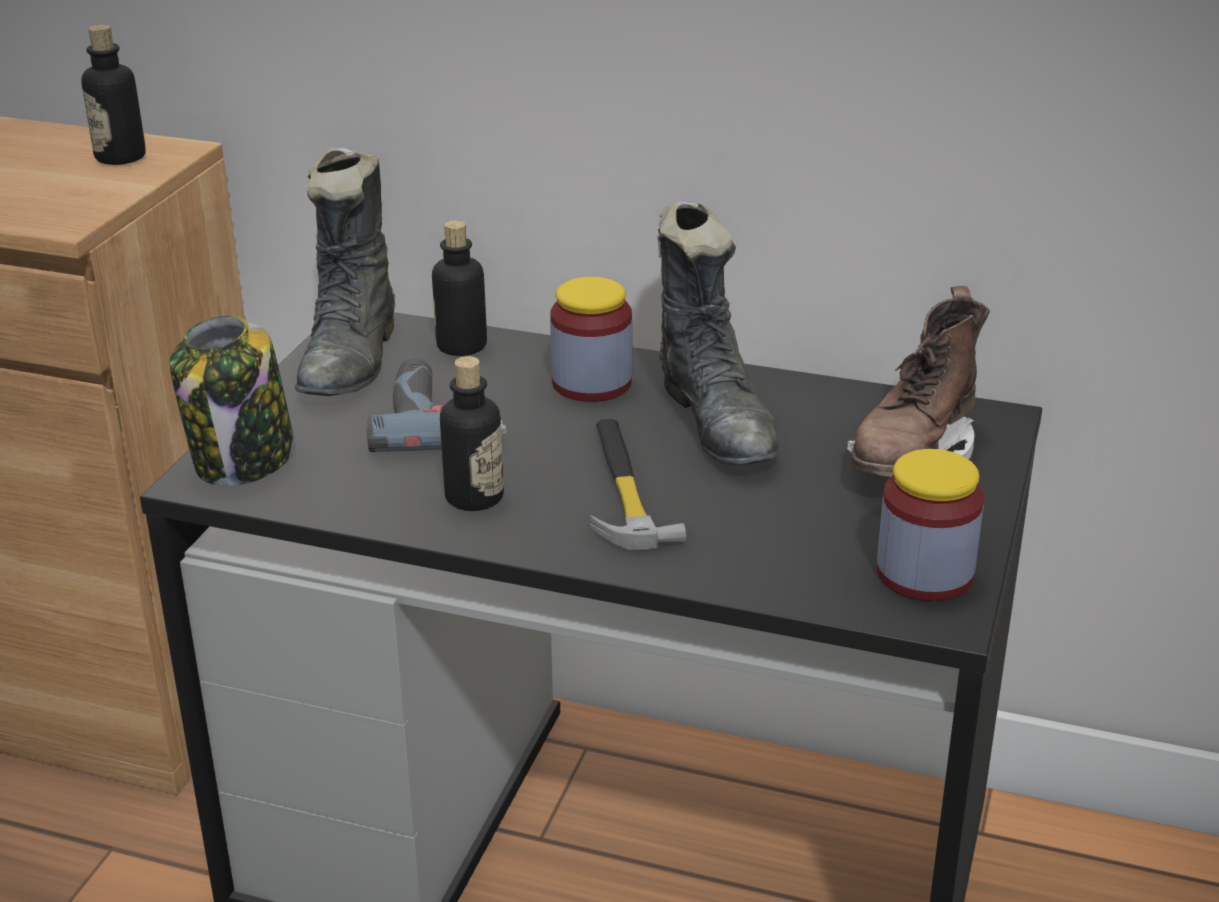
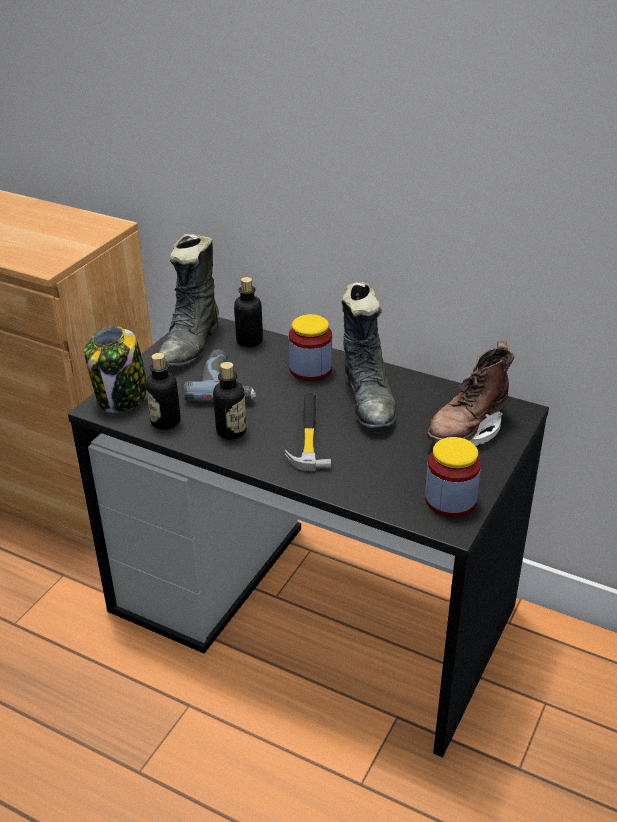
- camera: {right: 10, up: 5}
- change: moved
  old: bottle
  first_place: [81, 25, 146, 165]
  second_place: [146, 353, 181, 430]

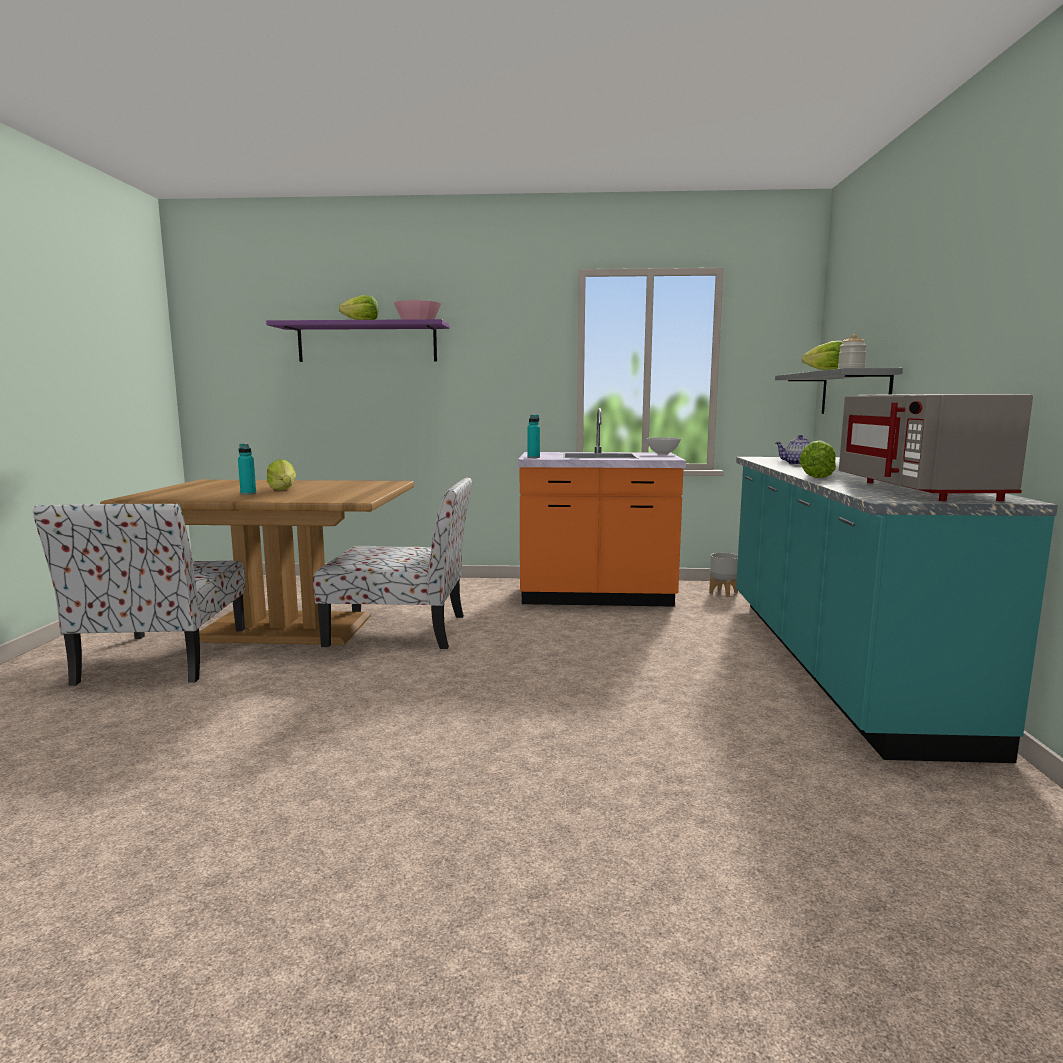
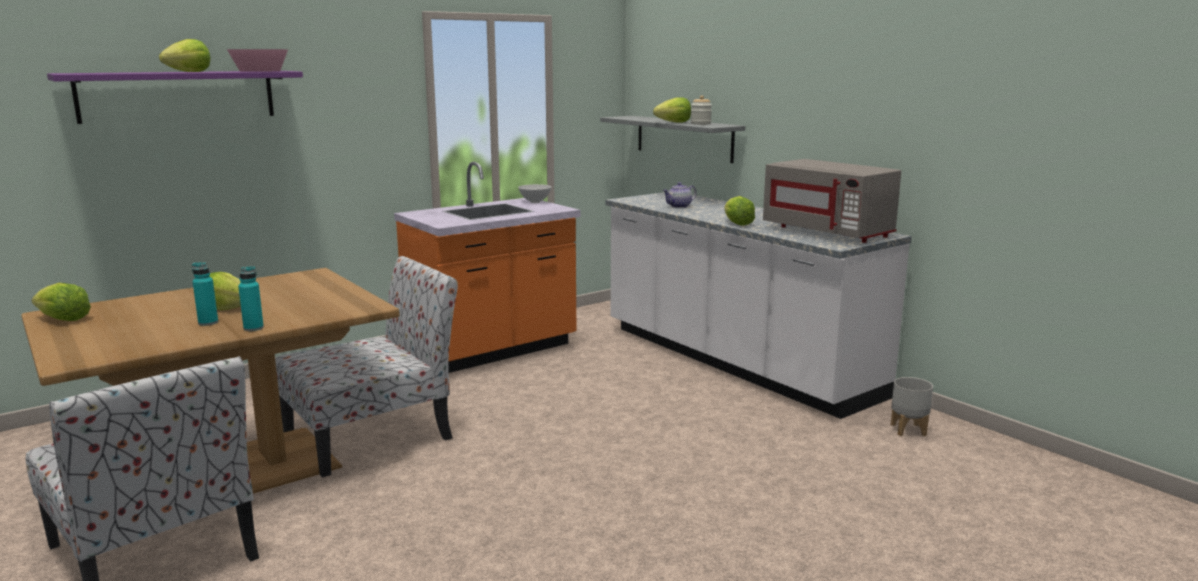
- camera: {right: -40, up: 5}
- change: added
  new: lettuce
  second_place: [32, 283, 91, 321]
- change: moved
  old: turquoise bottle
  first_place: [527, 415, 540, 458]
  second_place: [238, 266, 264, 331]
- change: recoloured
  old: turquoise counter
  new: white counter
  first_place: [736, 457, 1058, 763]
  second_place: [606, 192, 912, 419]
- change: moved
  old: grey planter
  first_place: [709, 553, 738, 597]
  second_place: [891, 377, 933, 436]

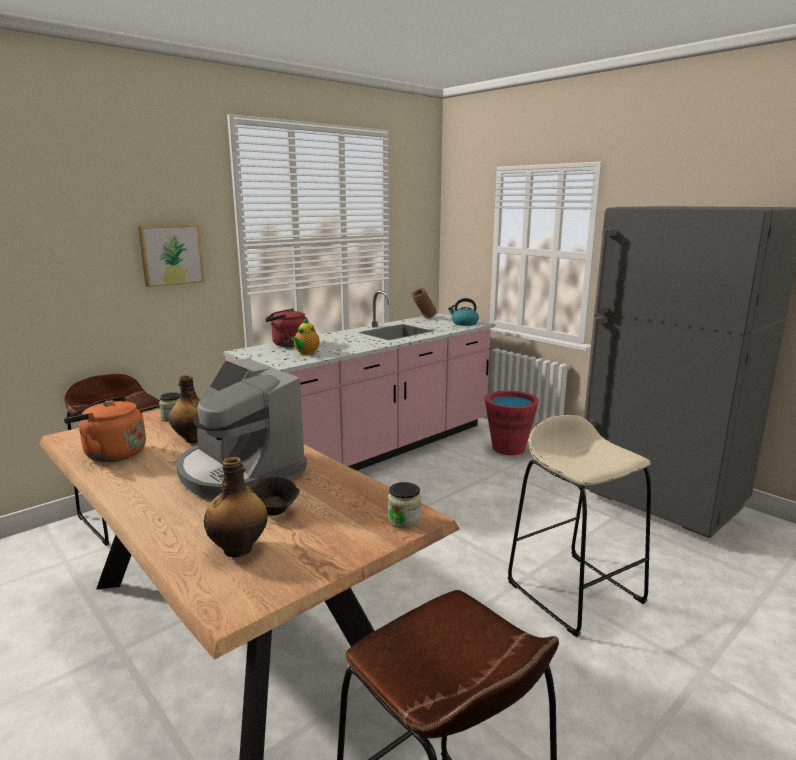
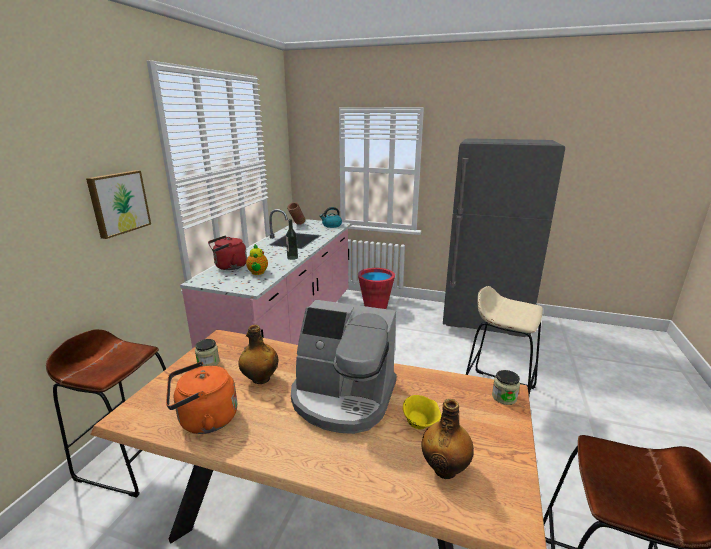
- camera: {right: -30, up: 5}
- change: added
  new: bottle
  second_place: [286, 219, 298, 260]
- change: recoloured
  old: brown bowl
  new: yellow bowl
  first_place: [250, 477, 300, 516]
  second_place: [403, 395, 441, 429]

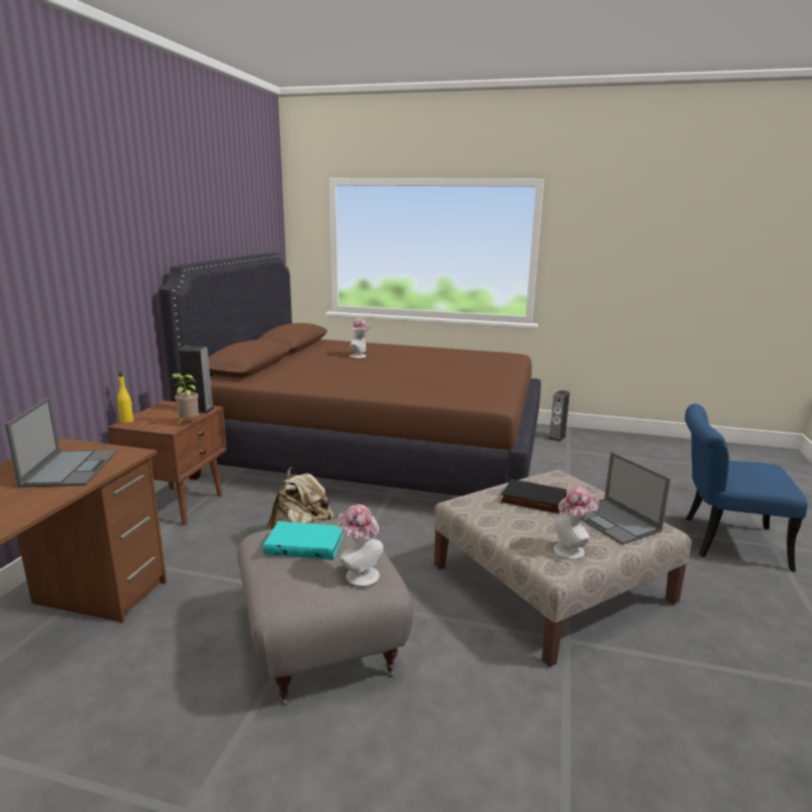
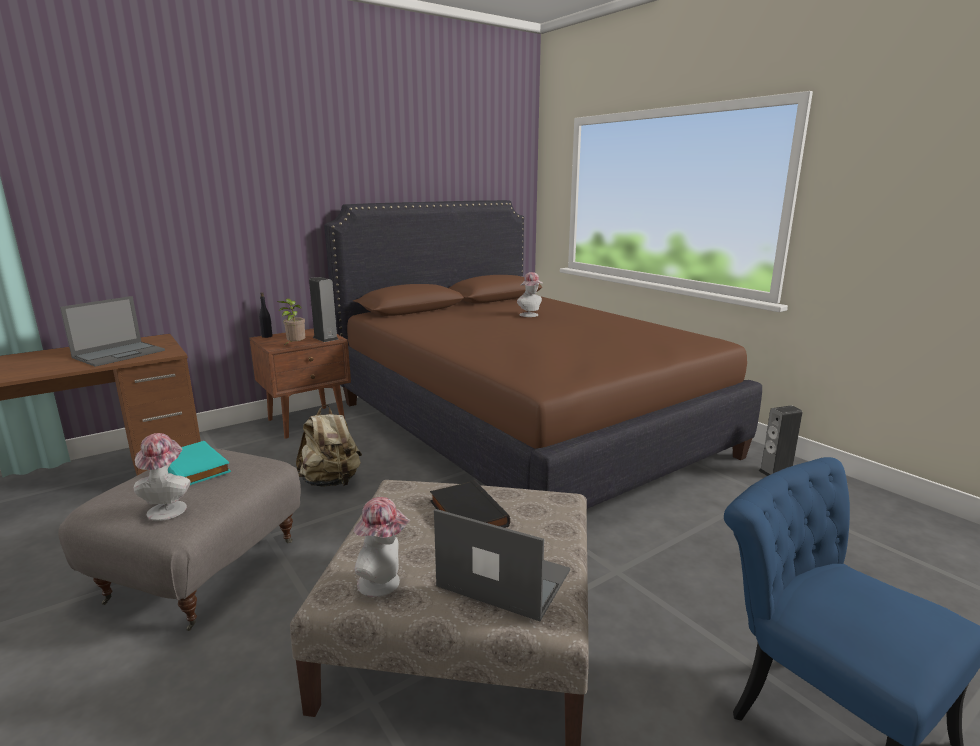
- camera: {right: 40, up: 0}
- change: recoloured
  old: yellow bottle
  new: black bottle
  first_place: [118, 372, 133, 423]
  second_place: [259, 292, 273, 338]
- change: turned
  old: laptop
  first_place: [581, 452, 671, 545]
  second_place: [434, 509, 570, 621]
  degrees: 105

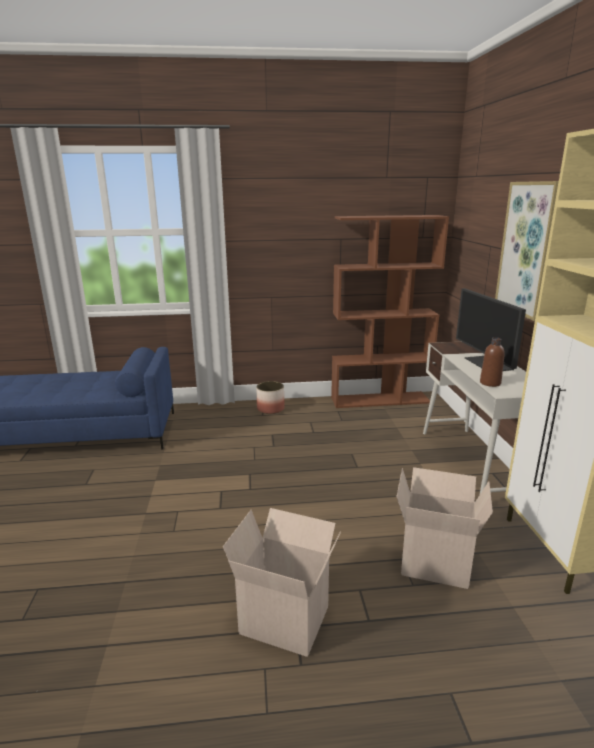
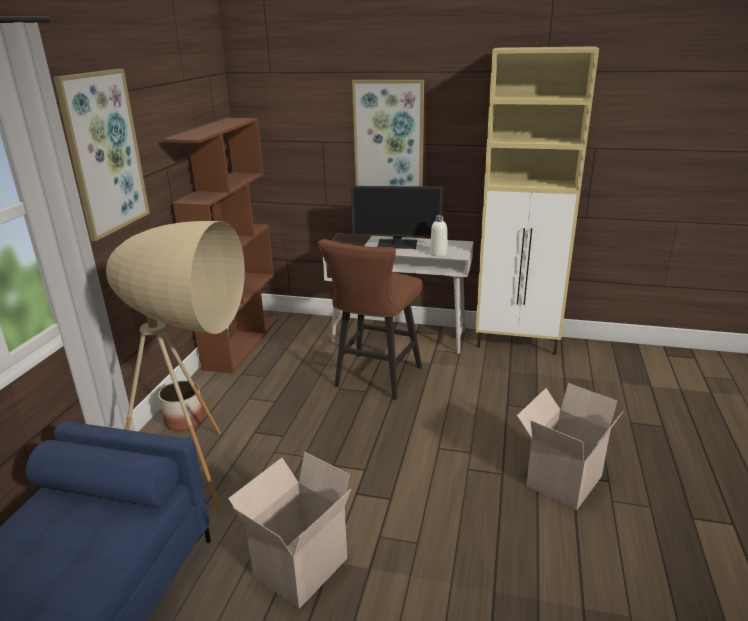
- camera: {right: -70, up: 5}
- change: added
  new: picture
  second_place: [54, 69, 150, 241]
- change: added
  new: beige floor lamp
  second_place: [106, 221, 245, 513]
- change: moved
  old: cardboard box
  first_place: [396, 467, 493, 589]
  second_place: [228, 452, 351, 609]
- change: added
  new: brown stool
  second_place: [318, 239, 422, 400]
- change: recoloured
  old: brown bottle
  new: white bottle
  first_place: [480, 337, 505, 387]
  second_place: [430, 215, 447, 257]

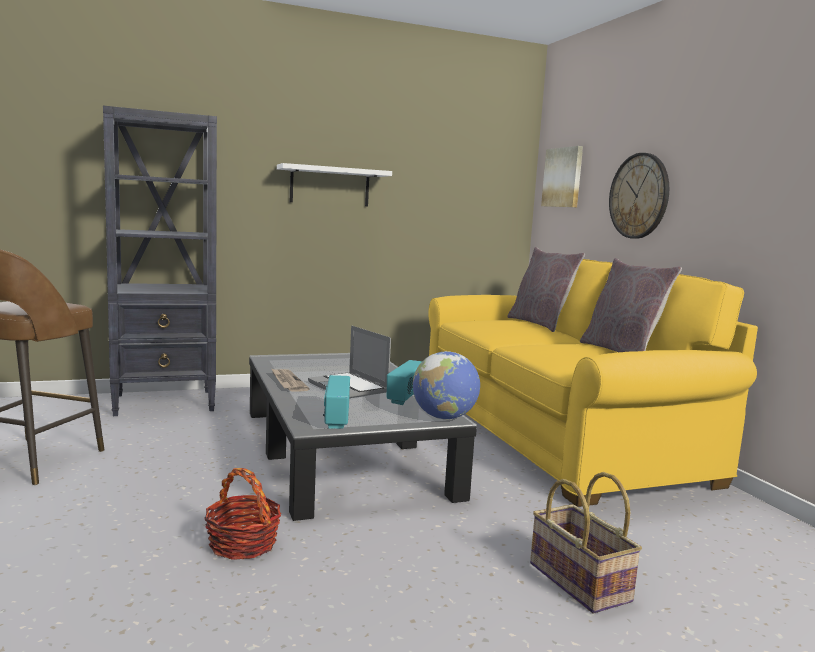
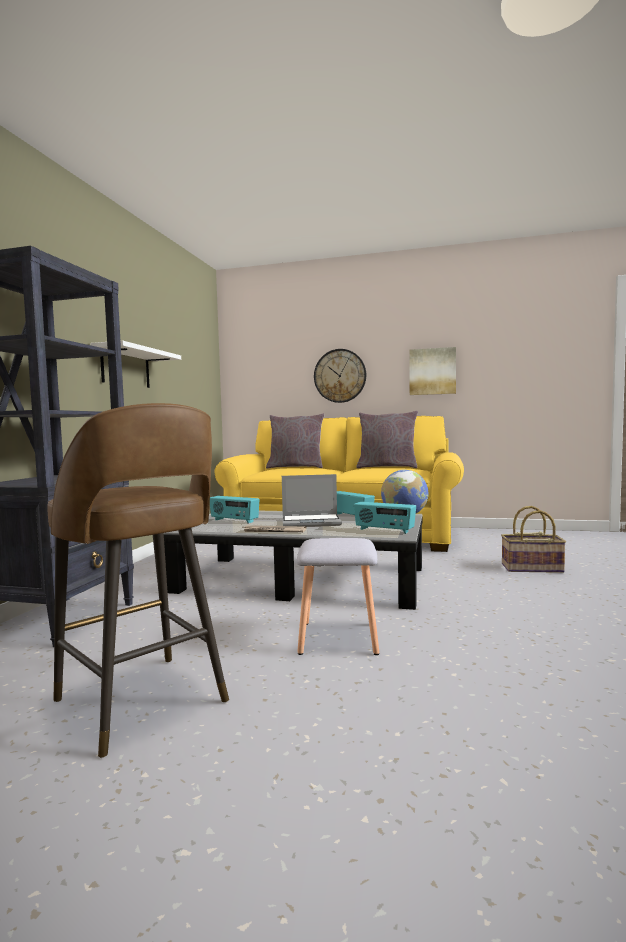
- camera: {right: -55, up: -5}
- change: added
  new: radio
  second_place: [210, 496, 259, 524]
- change: added
  new: grey stool
  second_place: [297, 538, 379, 655]
- change: moved
  old: picture
  first_place: [541, 146, 583, 207]
  second_place: [409, 347, 456, 395]
- change: removed
  old: basket
  first_place: [204, 468, 281, 560]

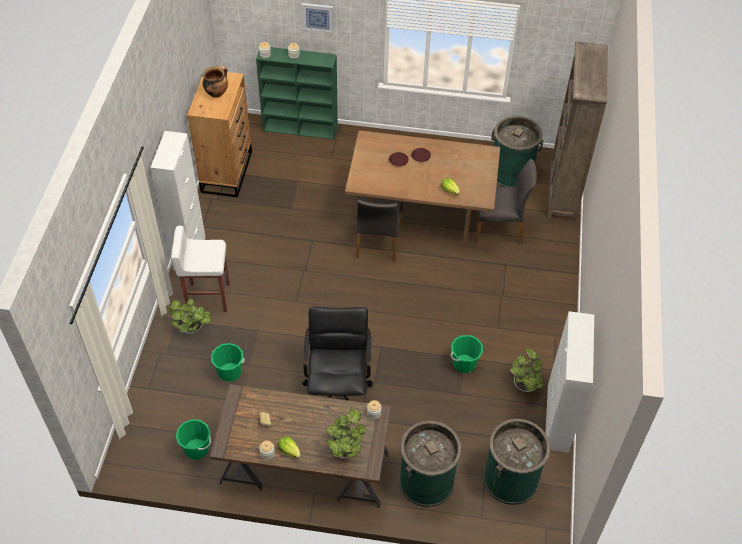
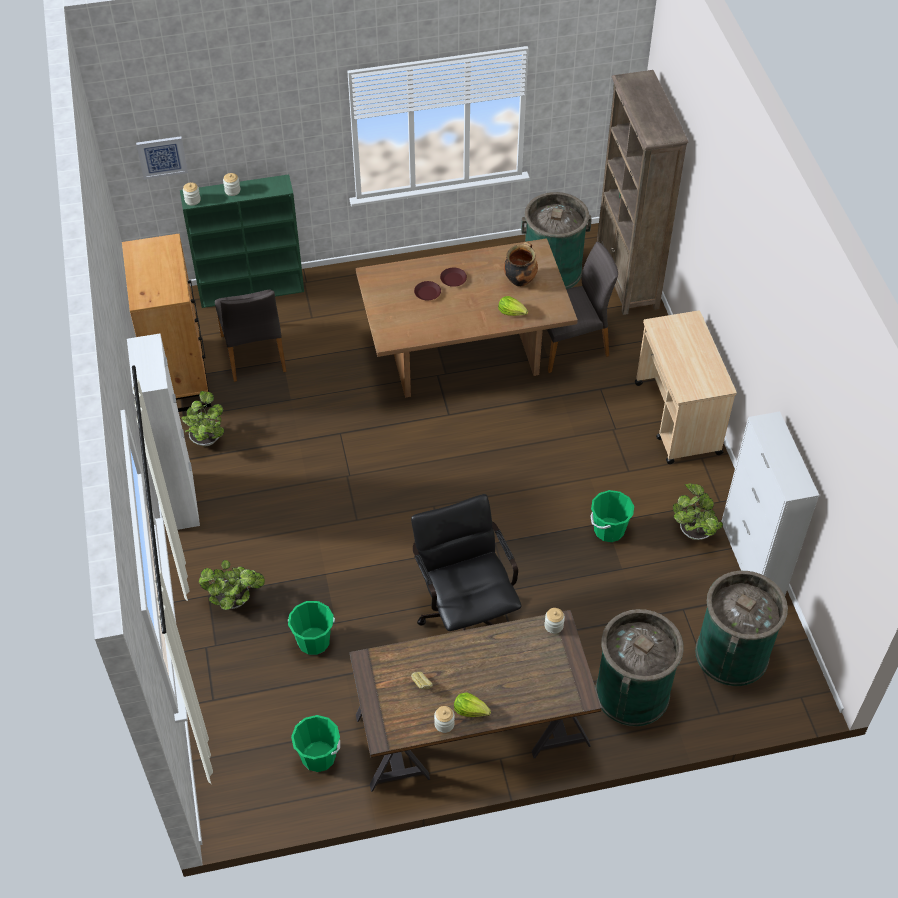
- camera: {right: -20, up: 0}
- change: moved
  old: picture
  first_place: [301, 3, 334, 33]
  second_place: [136, 136, 188, 179]
- change: moved
  old: potted plant
  first_place: [326, 409, 366, 458]
  second_place: [181, 391, 224, 446]
- change: moved
  old: grey chair
  first_place: [356, 196, 404, 262]
  second_place: [215, 290, 287, 382]
- change: moved
  old: cooking pot
  first_place: [203, 66, 228, 98]
  second_place: [504, 242, 538, 287]
- change: added
  new: beige cart
  second_place: [635, 310, 737, 464]
- change: removed
  old: white stool
  first_place: [171, 226, 230, 312]

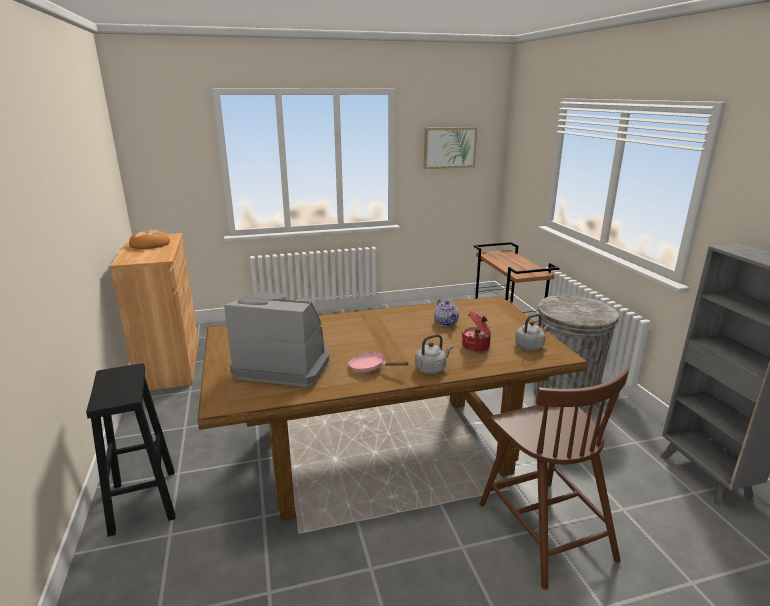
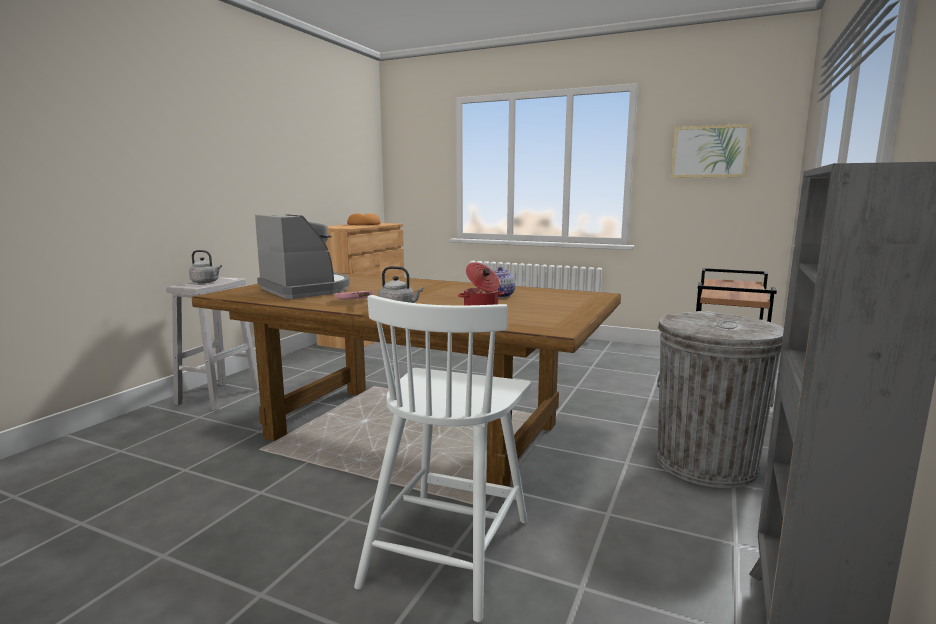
- camera: {right: 40, up: -10}
- change: recoloured
  old: black stool
  new: white stool
  first_place: [86, 363, 175, 537]
  second_place: [166, 277, 259, 411]
- change: moved
  old: grey kettle
  first_place: [515, 314, 549, 350]
  second_place: [189, 250, 222, 284]
- change: recoloured
  old: brown chair
  new: white chair
  first_place: [480, 369, 629, 590]
  second_place: [354, 295, 531, 622]

